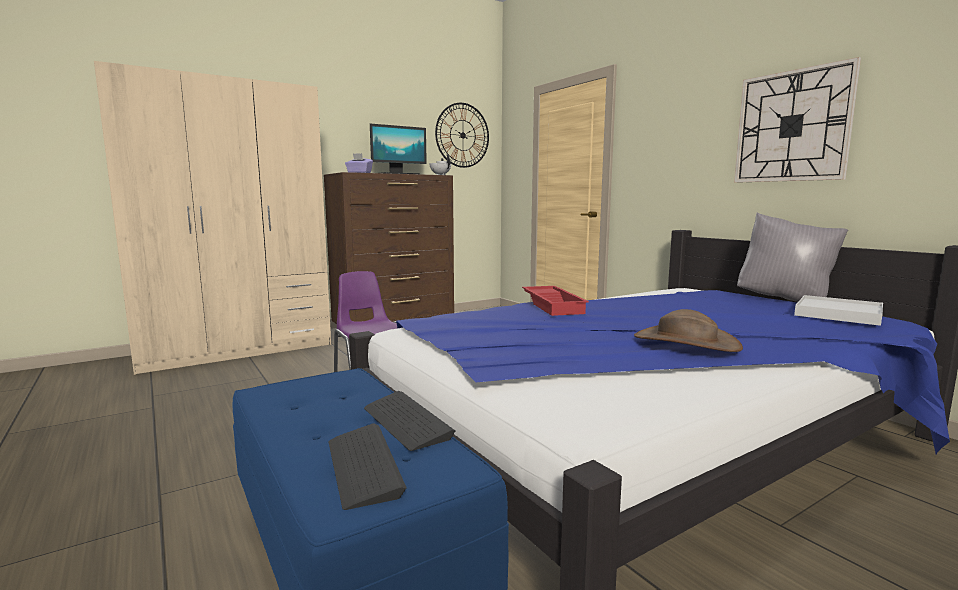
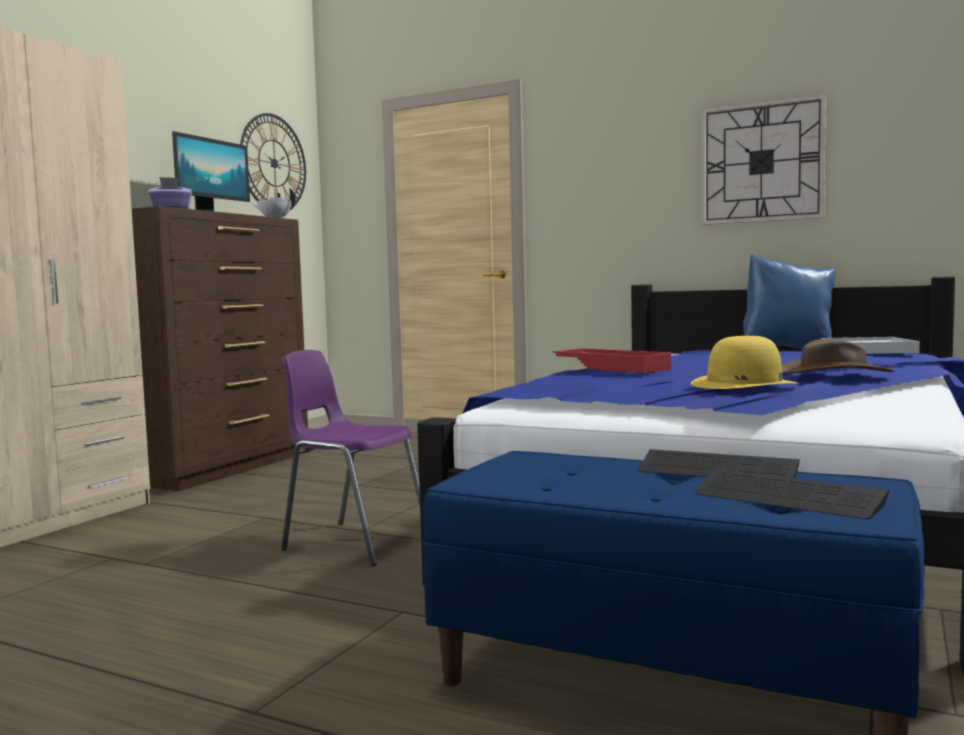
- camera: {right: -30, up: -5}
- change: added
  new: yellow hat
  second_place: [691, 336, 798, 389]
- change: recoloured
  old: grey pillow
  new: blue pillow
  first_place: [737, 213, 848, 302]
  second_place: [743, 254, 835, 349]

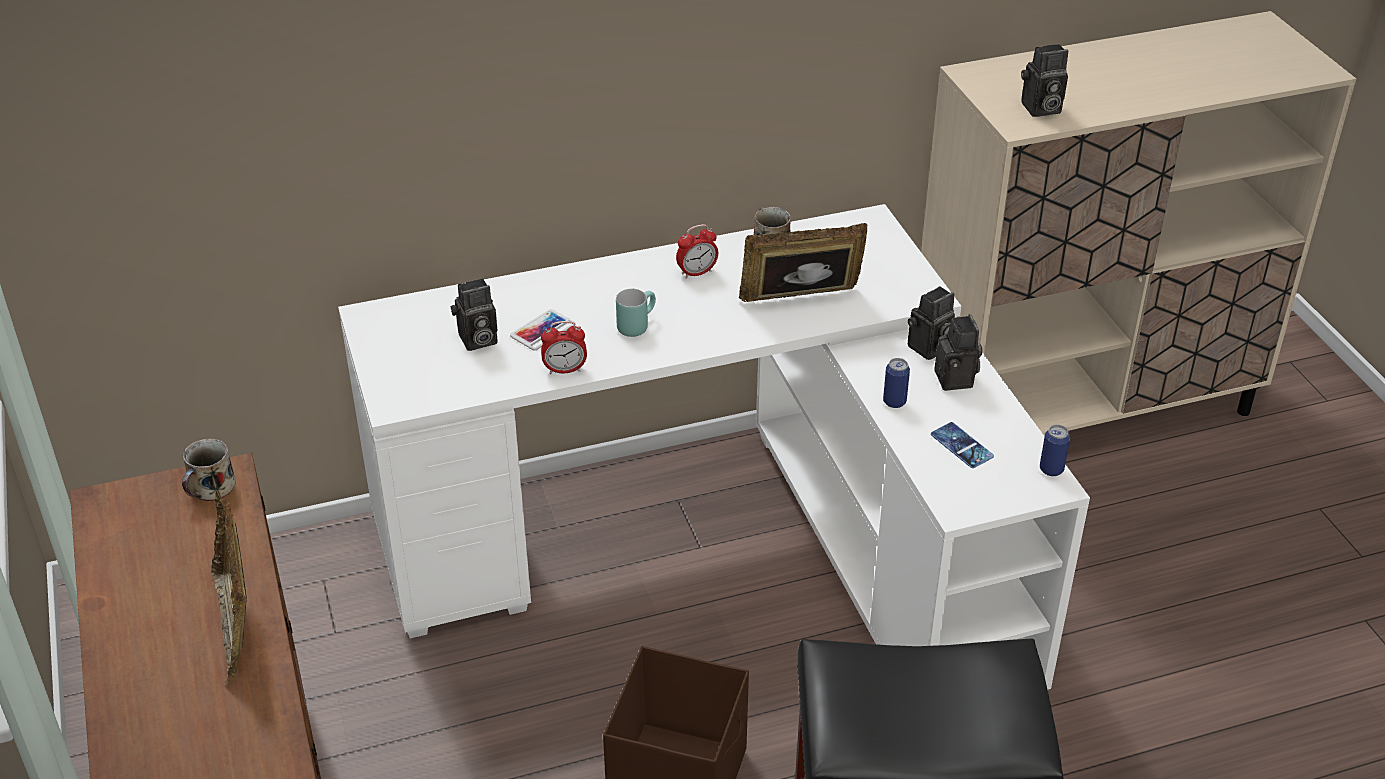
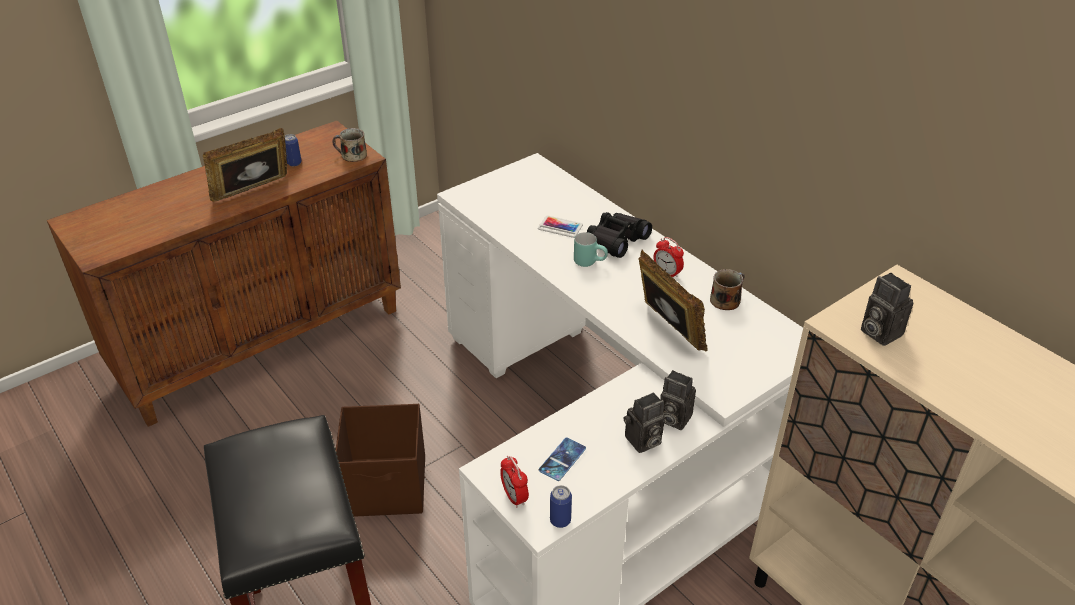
- camera: {right: 70, up: 0}
- change: moved
  old: can
  first_place: [883, 358, 910, 408]
  second_place: [285, 134, 302, 166]
- change: moved
  old: alarm clock
  first_place: [541, 321, 587, 374]
  second_place: [500, 456, 529, 508]
- change: added
  new: black binoculars
  second_place: [587, 212, 652, 258]
- change: removed
  old: photo camera
  first_place: [451, 278, 498, 351]

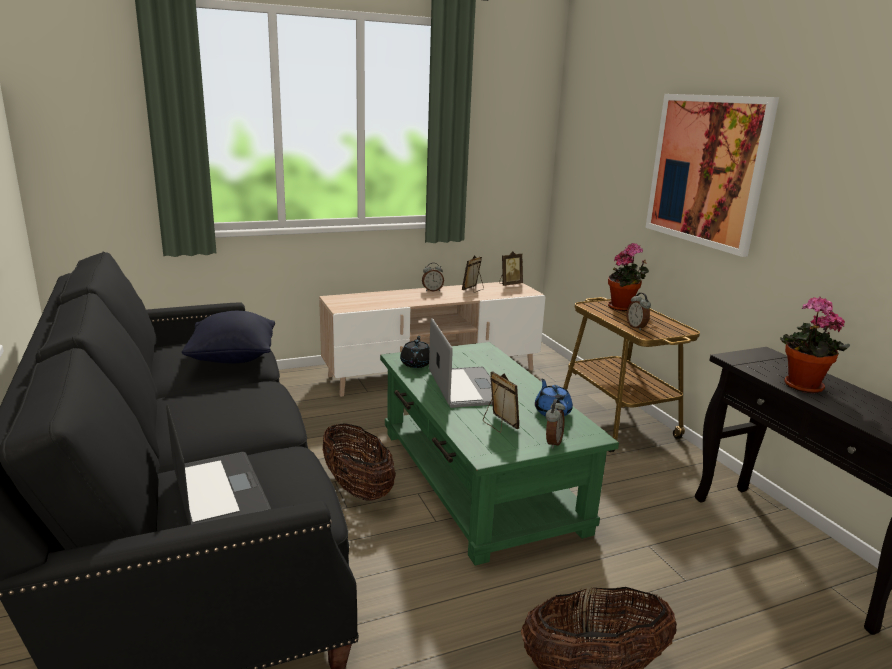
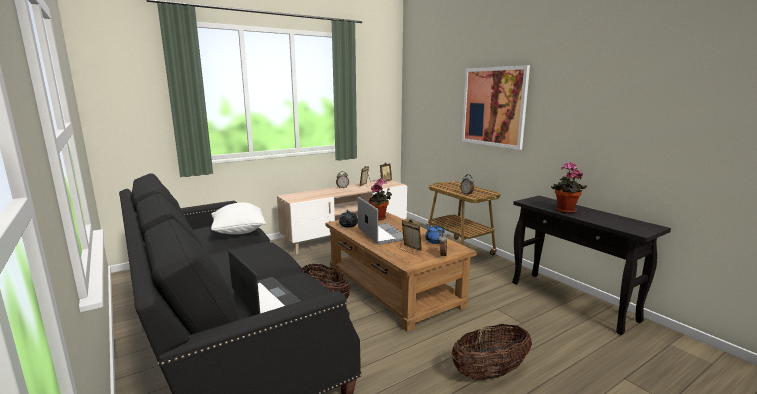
- camera: {right: -10, up: -5}
- change: recoloured
  old: black pillow
  new: white pillow
  first_place: [182, 311, 275, 363]
  second_place: [211, 202, 266, 234]
- change: recoloured
  old: green coffee table
  new: brown coffee table
  first_place: [380, 342, 619, 566]
  second_place: [325, 212, 477, 332]
- change: moved
  old: potted plant
  first_place: [608, 243, 649, 311]
  second_place: [369, 178, 392, 220]

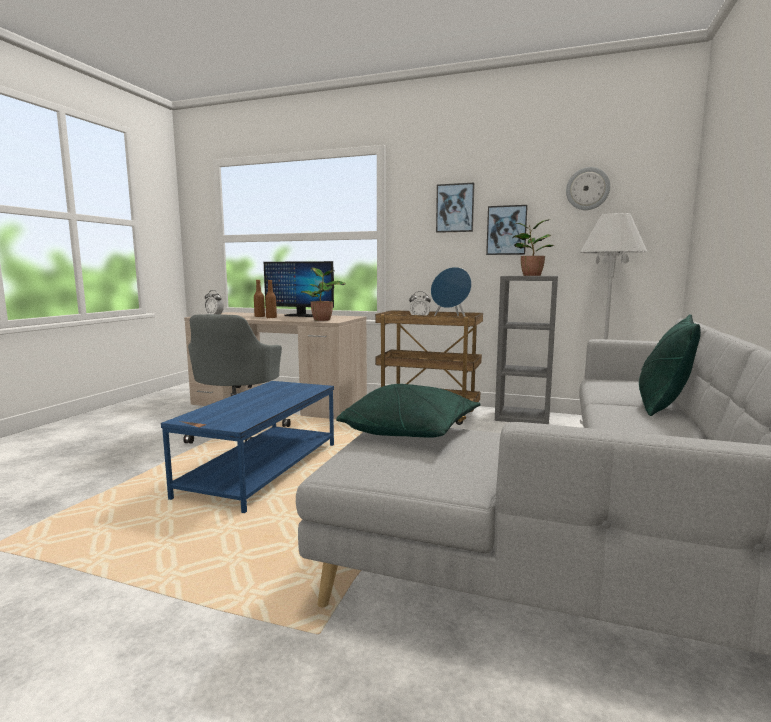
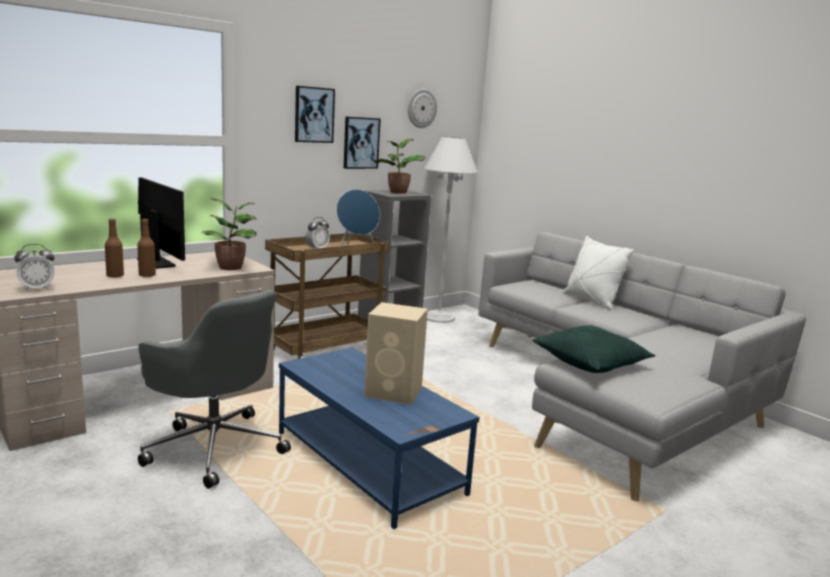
- camera: {right: -60, up: 5}
- change: turned
  old: monitor
  first_place: [264, 261, 334, 317]
  second_place: [137, 177, 185, 269]
  degrees: -90
- change: added
  new: beige speaker
  second_place: [364, 302, 428, 405]
- change: recoloured
  old: green pillow
  new: white pillow
  first_place: [639, 314, 701, 416]
  second_place: [563, 236, 634, 310]

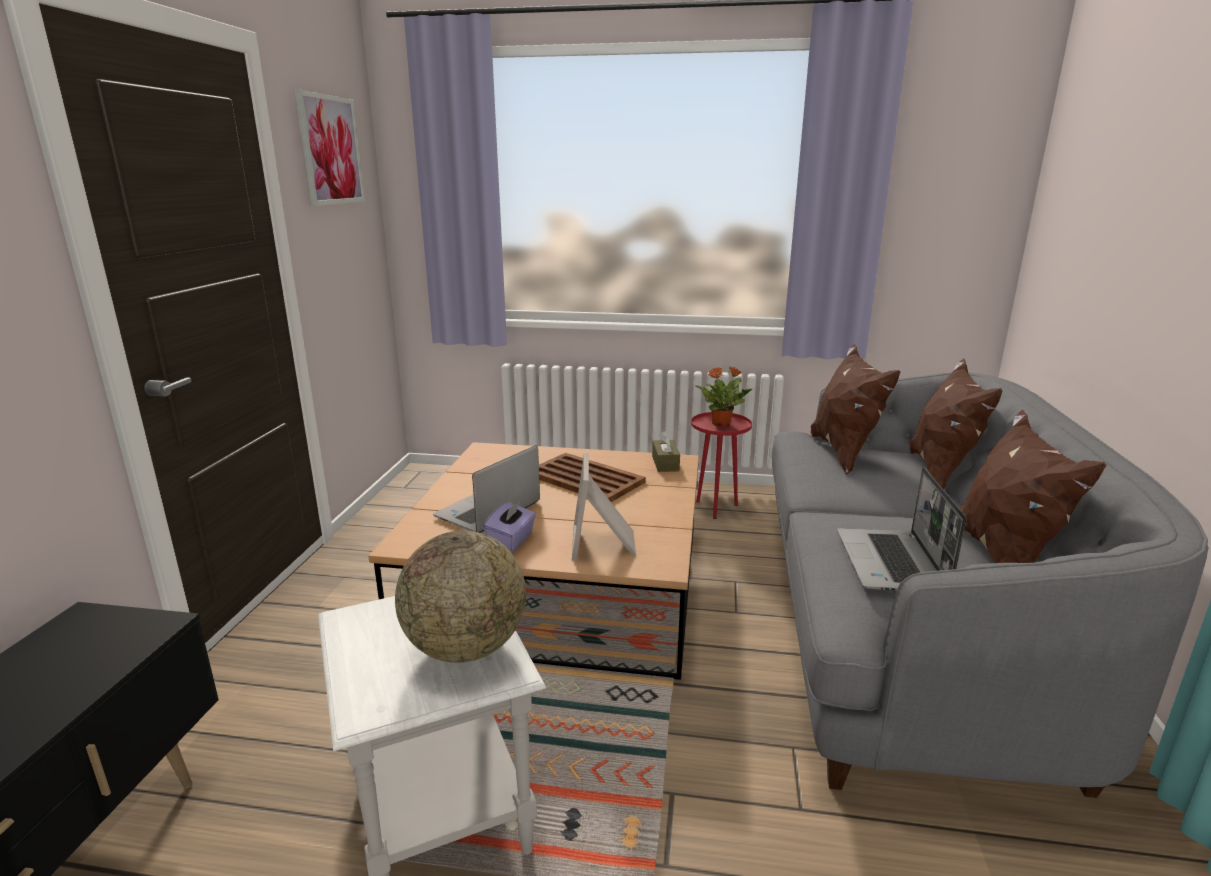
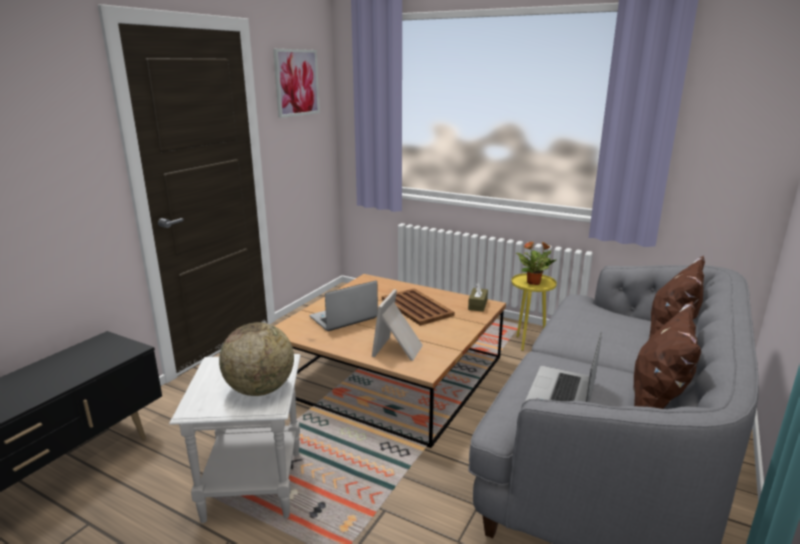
- camera: {right: 20, up: 0}
- change: recoloured
  old: red side table
  new: yellow side table
  first_place: [691, 412, 752, 519]
  second_place: [511, 273, 557, 351]
- change: removed
  old: purple tissue box
  first_place: [483, 501, 536, 552]
- change: removed
  old: brown pillow
  first_place: [810, 344, 900, 475]

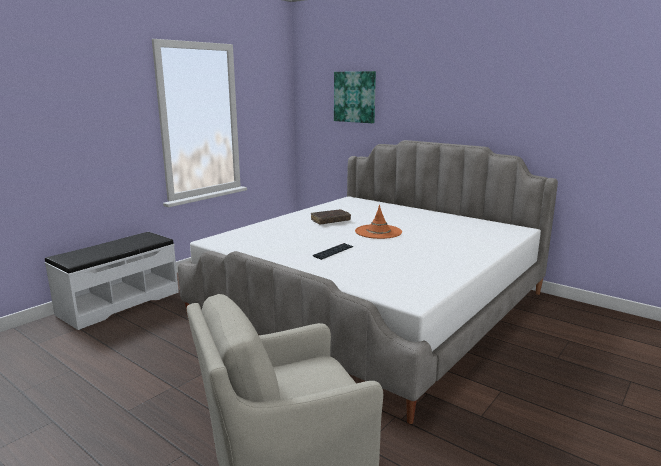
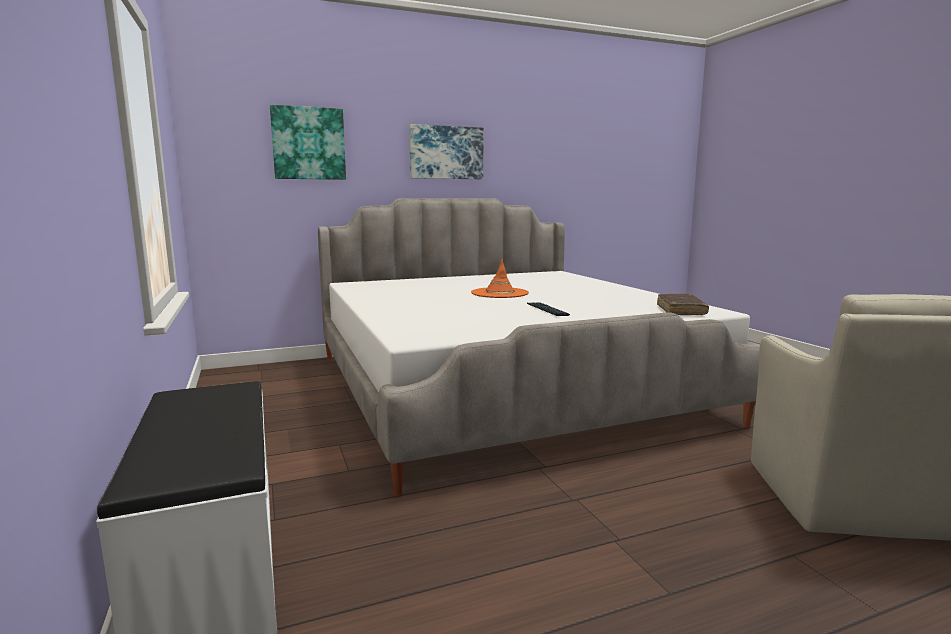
- camera: {right: -60, up: -5}
- change: added
  new: picture
  second_place: [409, 124, 483, 179]
- change: moved
  old: brown book
  first_place: [311, 209, 351, 225]
  second_place: [657, 294, 709, 315]

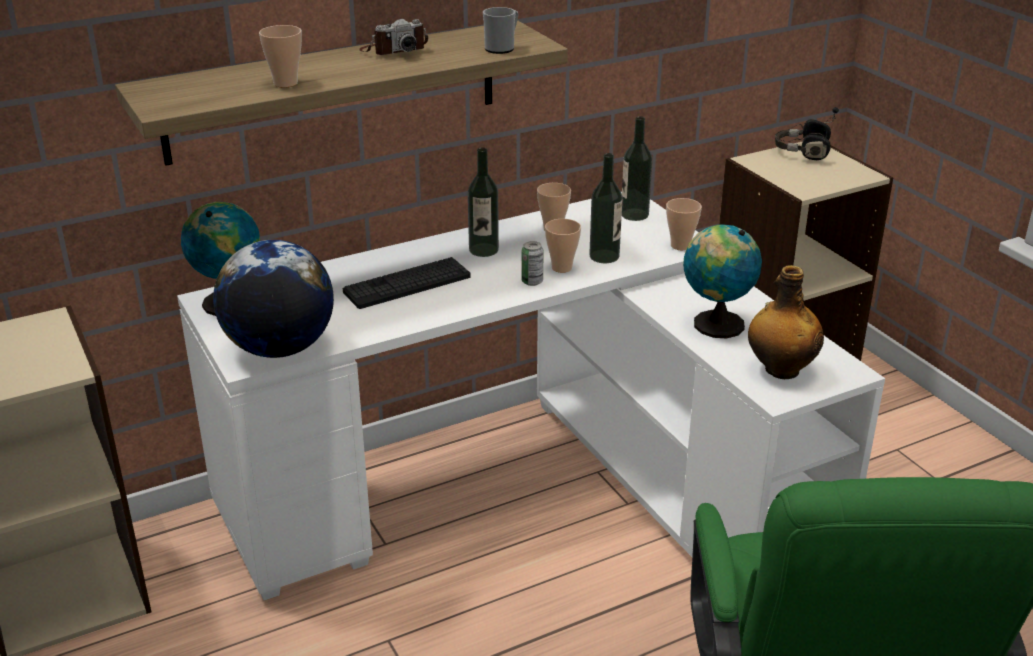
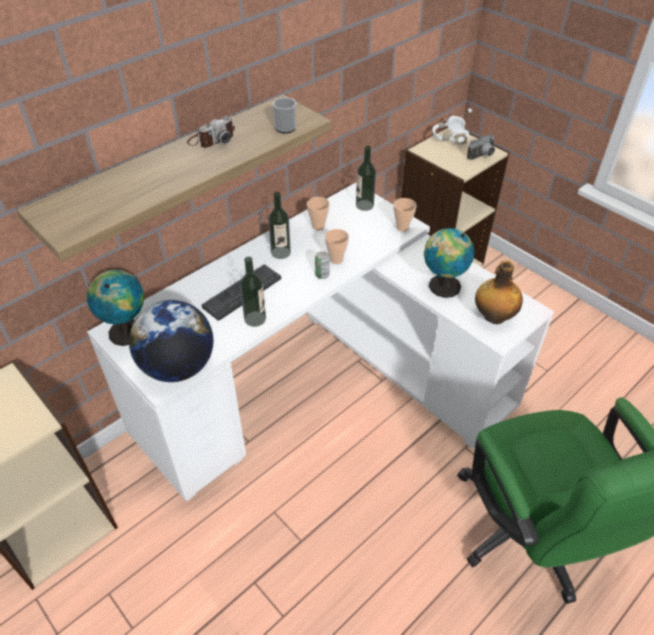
- camera: {right: -15, up: 15}
- change: moved
  old: bottle
  first_place: [589, 153, 623, 263]
  second_place: [240, 257, 266, 327]
- change: recoloured
  old: black headphones
  new: white headphones
  first_place: [775, 107, 839, 160]
  second_place: [433, 108, 472, 145]
- change: added
  new: photo camera
  second_place: [467, 134, 495, 160]
- change: removed
  old: cup
  first_place: [259, 25, 302, 87]

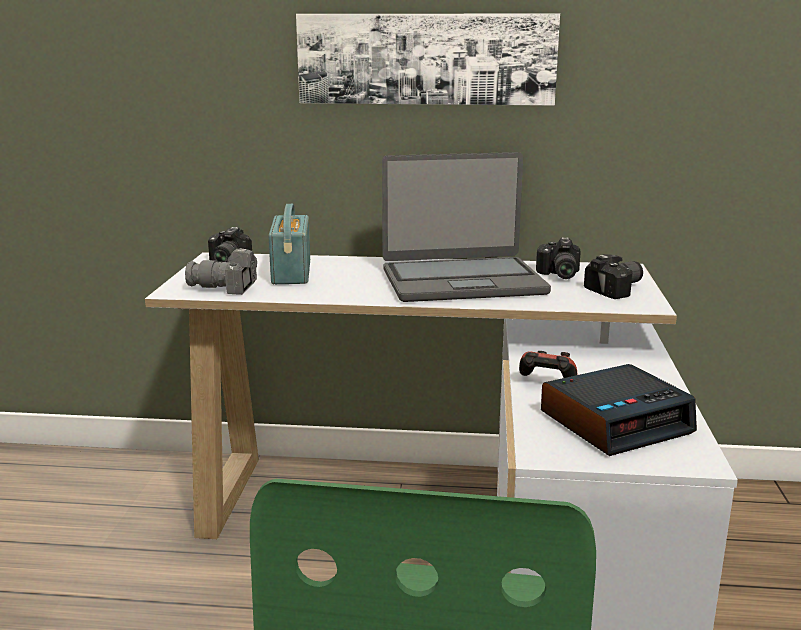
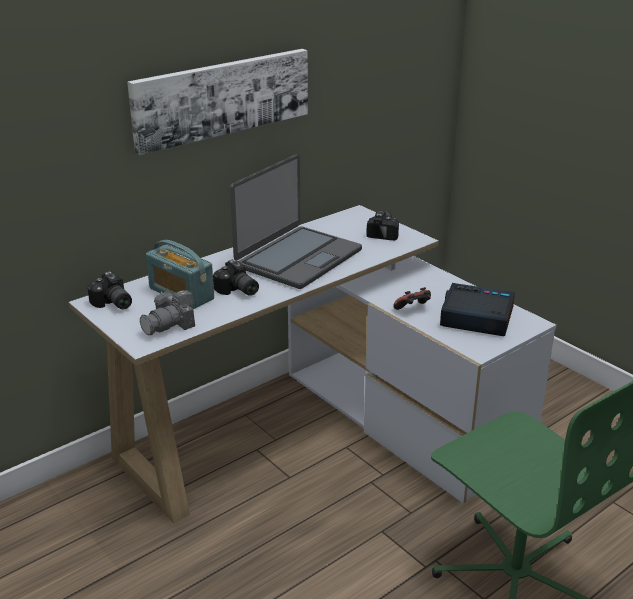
- camera: {right: -45, up: 10}
- change: moved
  old: photo camera
  first_place: [536, 237, 581, 279]
  second_place: [213, 259, 259, 296]
- change: turned
  old: alarm clock
  first_place: [541, 364, 697, 456]
  second_place: [440, 283, 515, 336]
  degrees: -90

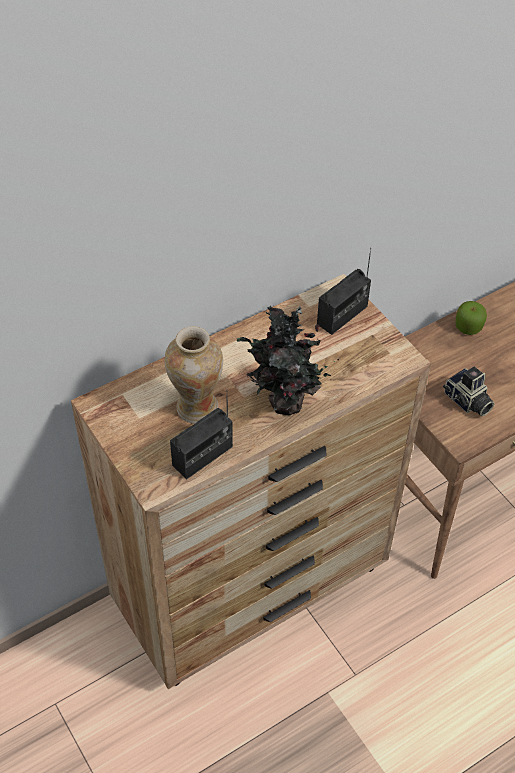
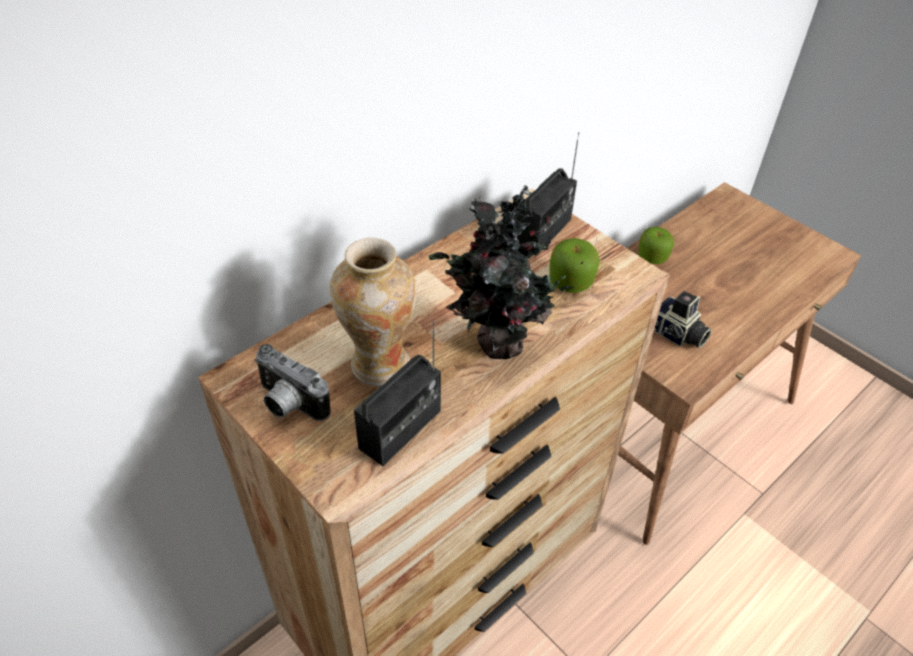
- camera: {right: -10, up: -5}
- change: added
  new: photo camera
  second_place: [254, 344, 331, 421]
- change: added
  new: apple
  second_place: [549, 238, 599, 293]

